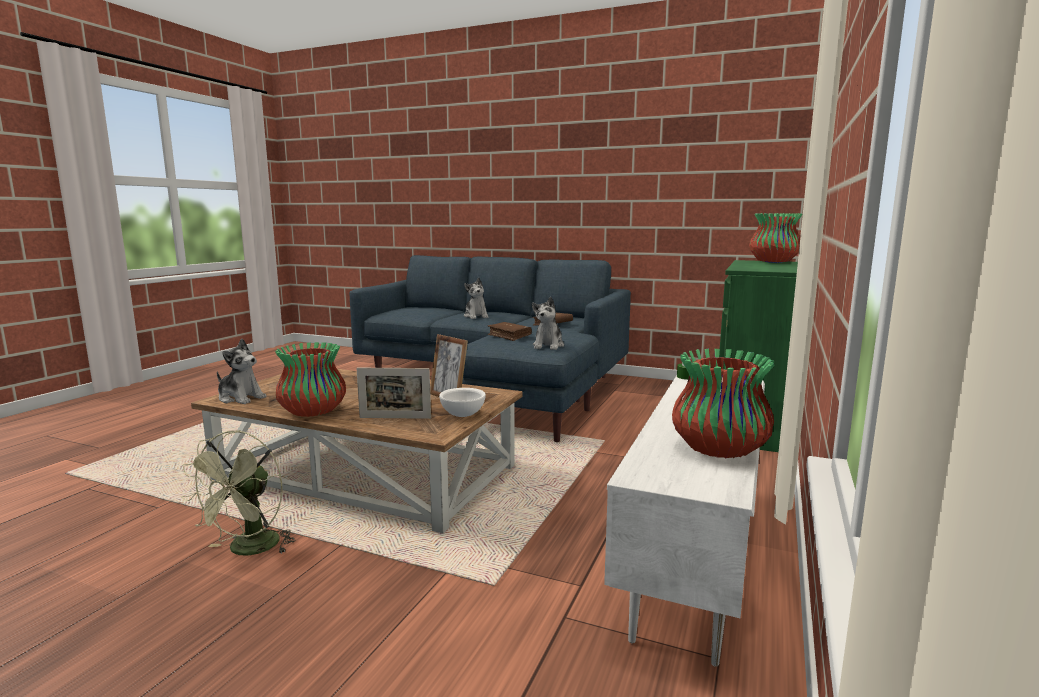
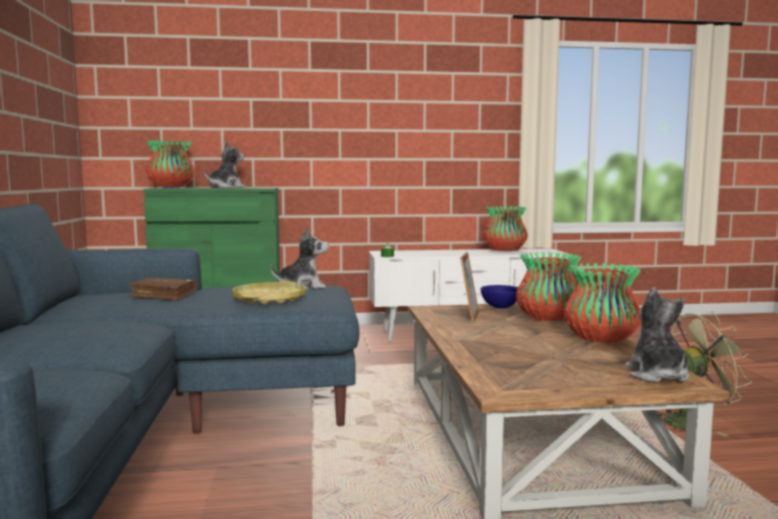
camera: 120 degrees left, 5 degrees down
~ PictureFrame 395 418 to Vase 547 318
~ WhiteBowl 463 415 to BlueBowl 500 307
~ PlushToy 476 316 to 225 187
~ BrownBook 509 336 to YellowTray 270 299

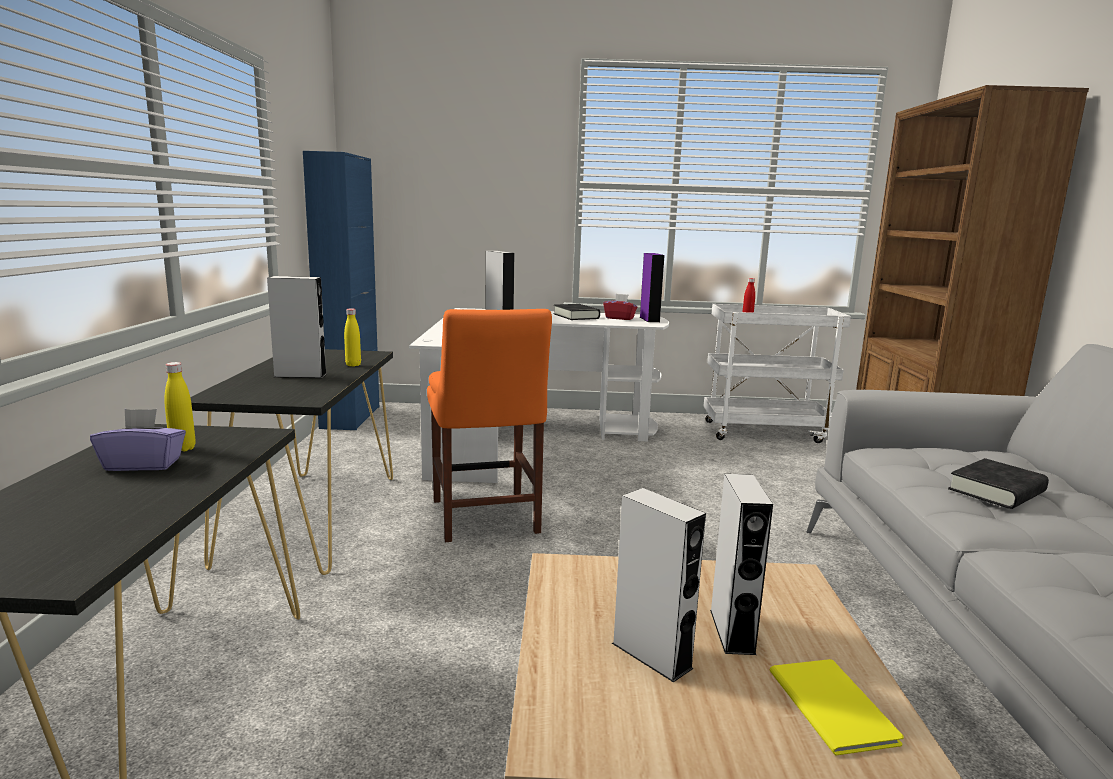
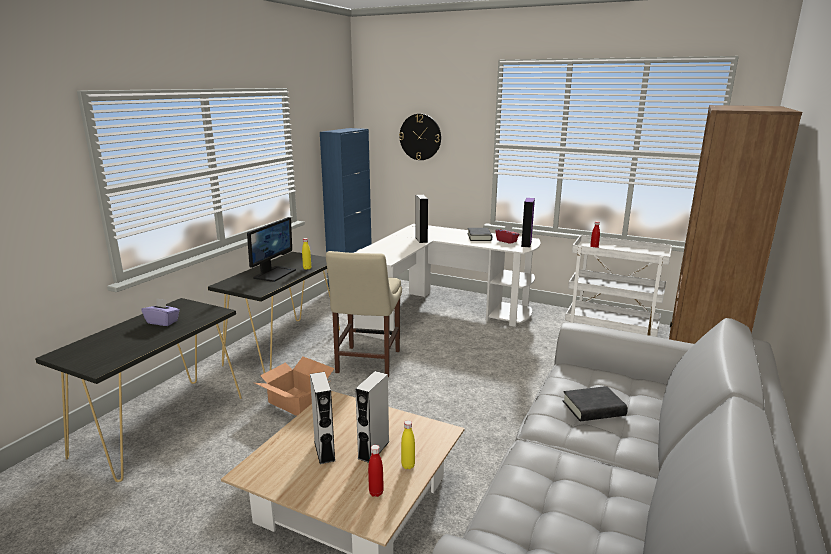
camera: 25 degrees right, 5 degrees up
~ YellowBottle 183 448 to 408 465
~ GreySpeaker 300 375 to Monitor 274 273
~ OrangeChair 485 519 to BeigeChair 367 363
~ YellowBook 833 704 to RedBottle 376 492
+ CardboardBox 297 401
+ WallClock 420 137

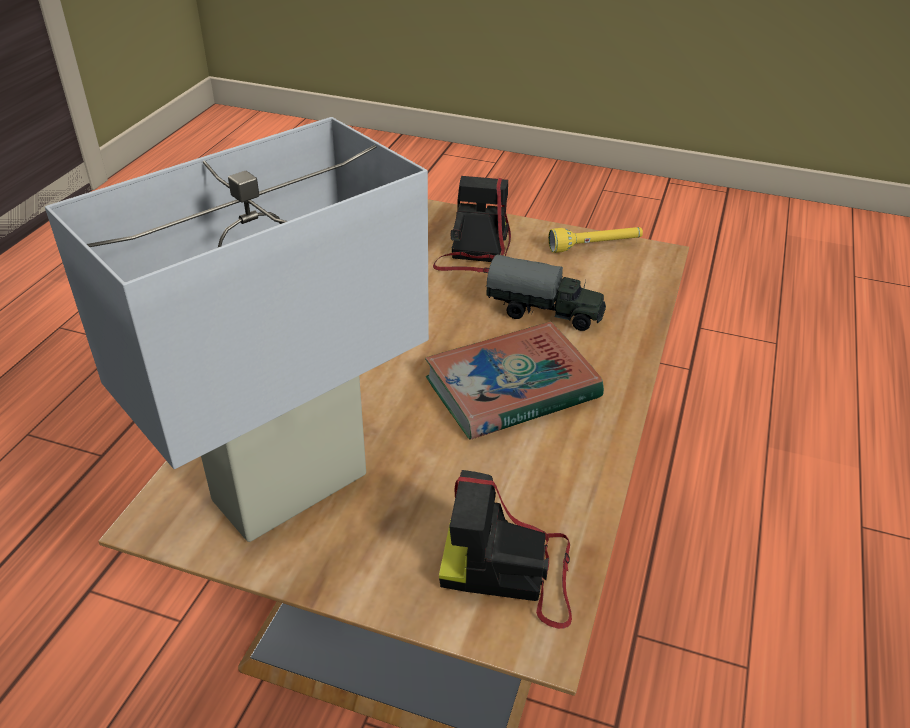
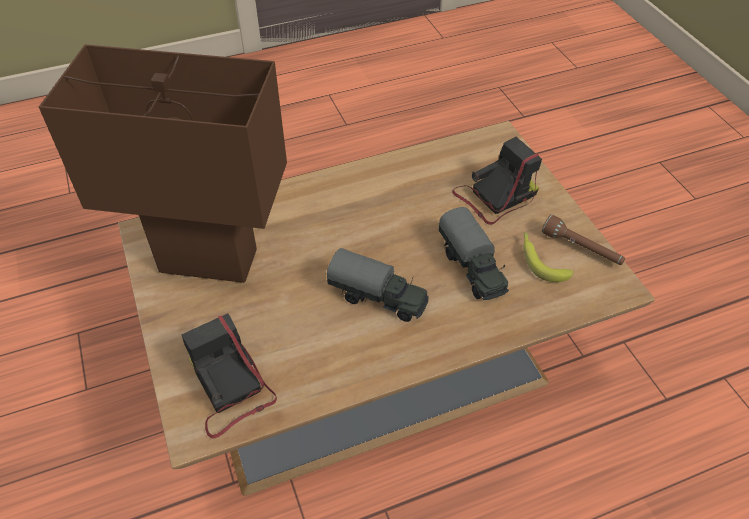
camera: 50 degrees right, 10 degrees up
~ WhiteTableLamp 290 487 to BrownTableLamp 208 261
~ Book 512 388 to ToyTruck 379 298
~ YellowFlashlight 595 246 to BrownFlashlight 581 249
+ Banana 541 260

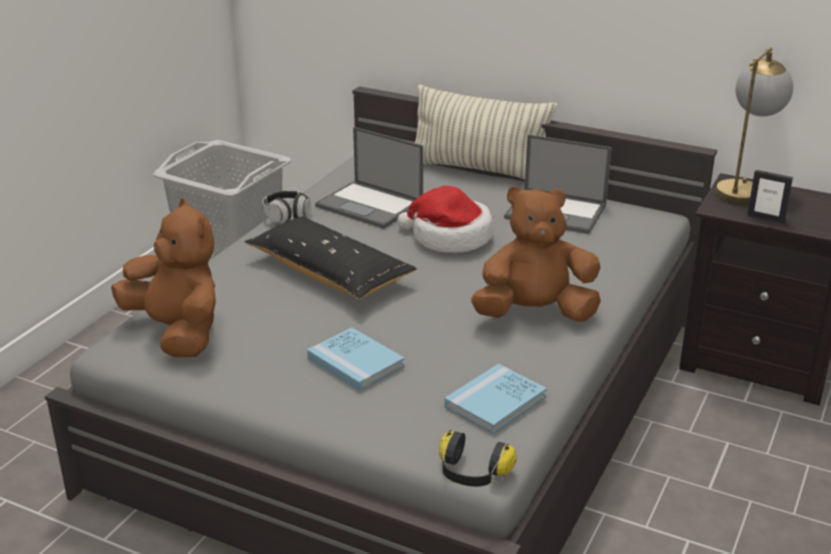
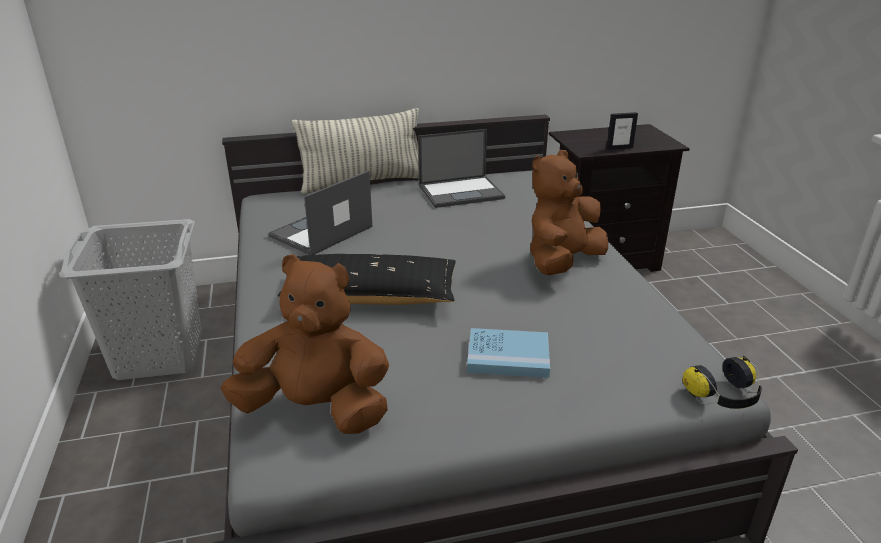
camera: 40 degrees left, 0 degrees up
- Headphones 287 215
~ Laptop 371 205 = 321 232 135 degrees clockwise
- Hat 449 237
- BlueBook 495 402
- TableLamp 743 189

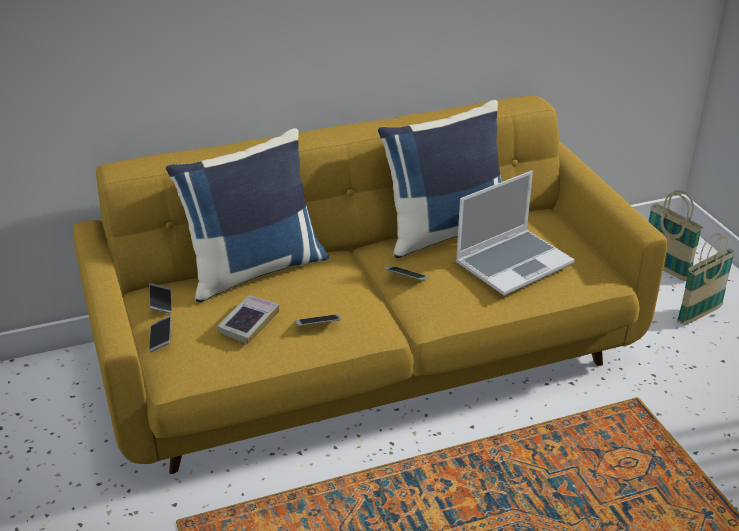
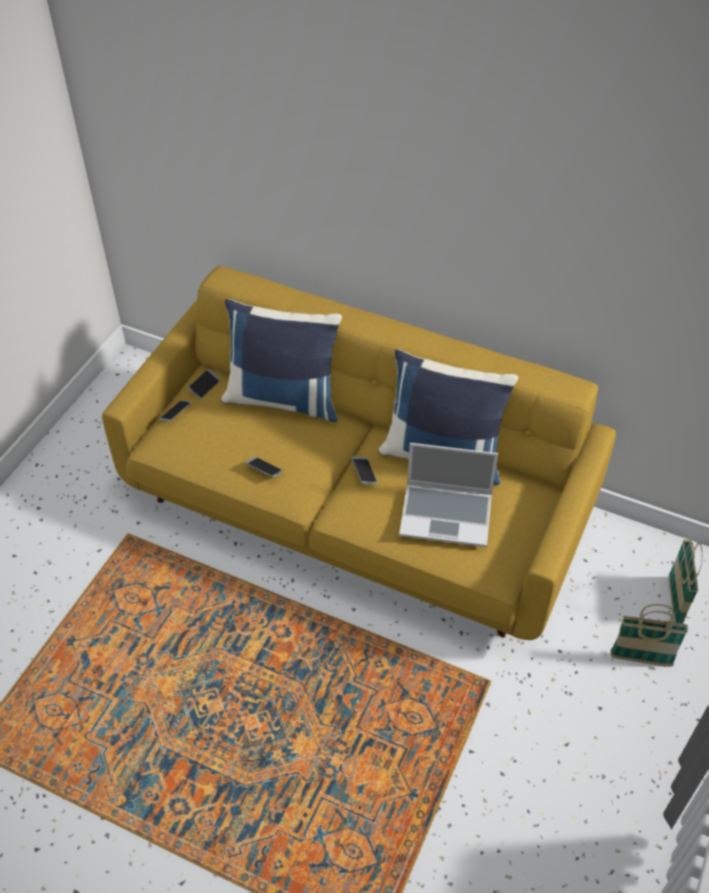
camera: 45 degrees right, 15 degrees up
- Book 248 323

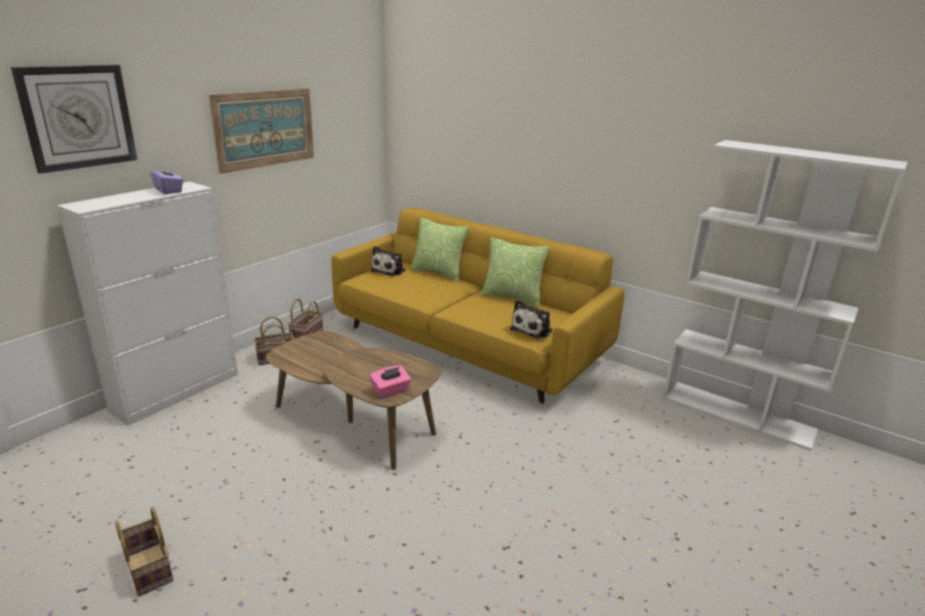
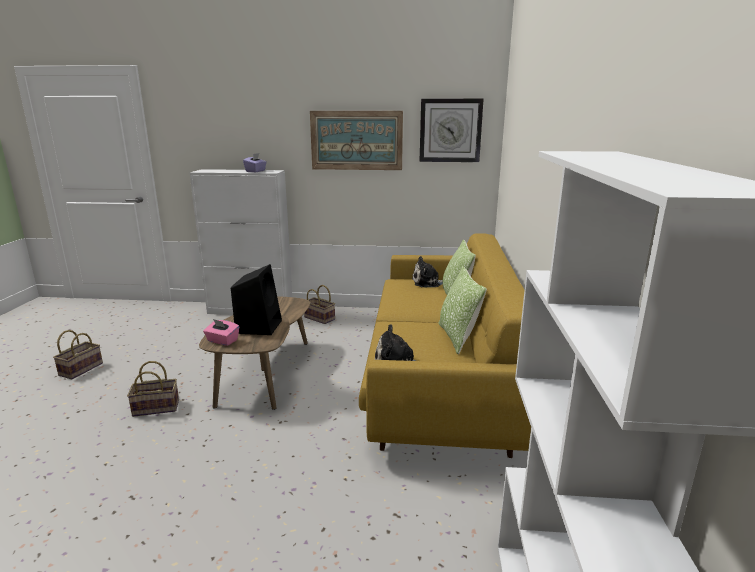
camera: 60 degrees right, 5 degrees down
~ WallClock 78 117 to 450 130
~ Basket 306 335 to 157 407
+ BlackSpeaker 259 326

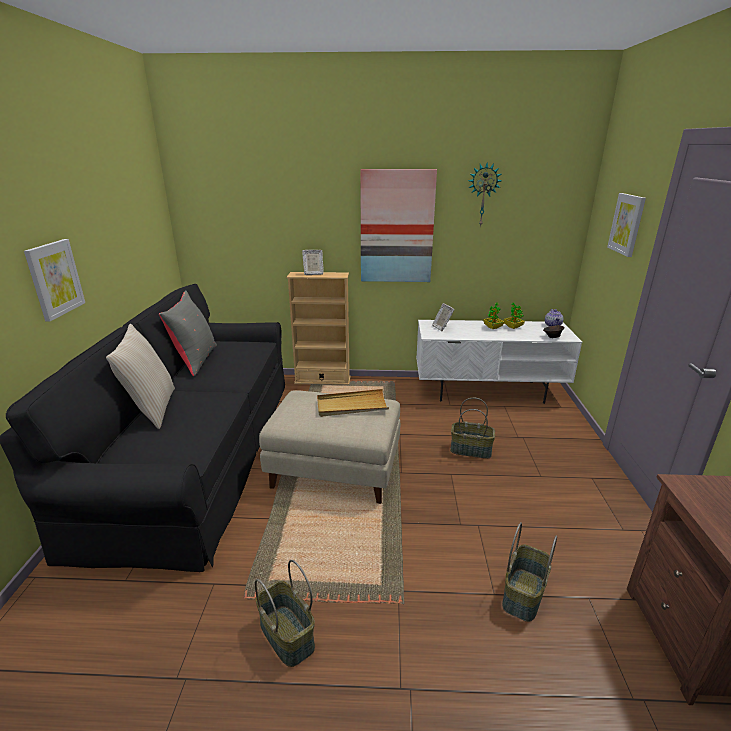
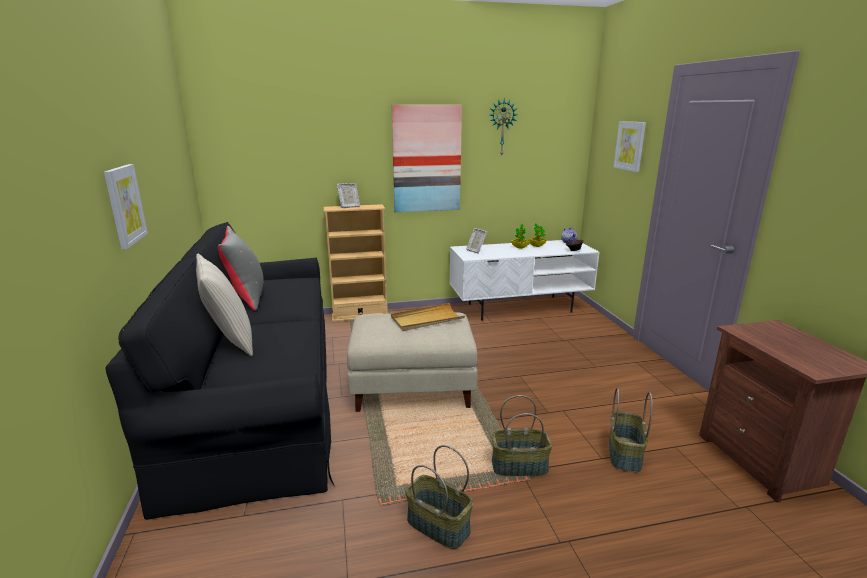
camera: 15 degrees left, 5 degrees down
~ Basket 471 450 to 519 466

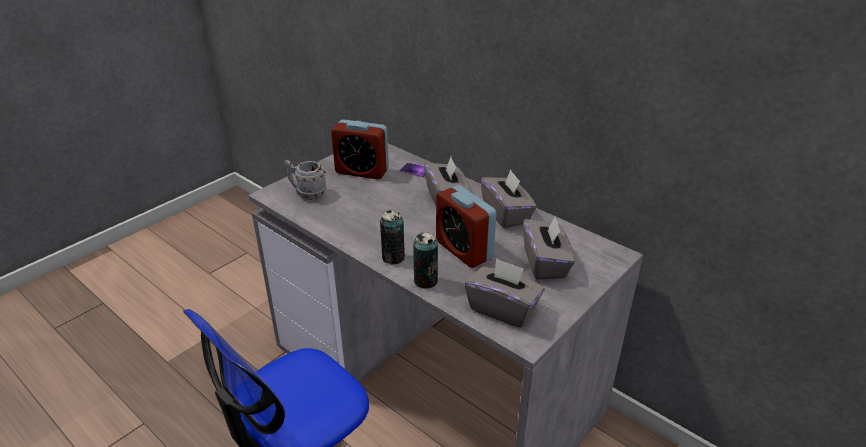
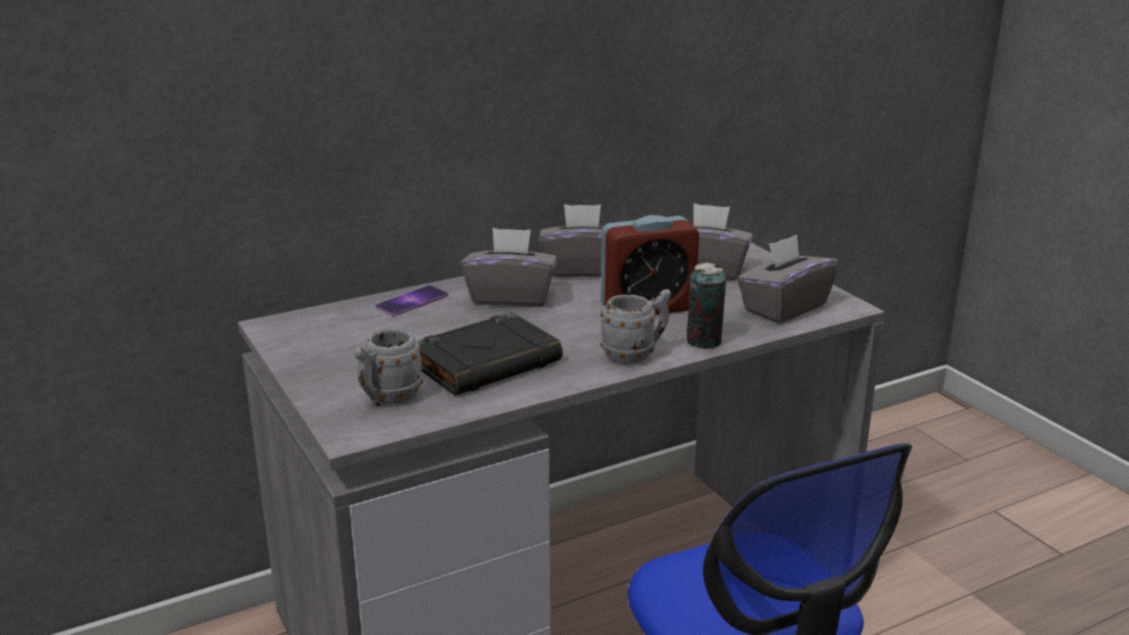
camera: 70 degrees left, 10 degrees down
- AlarmClock 362 171
~ Can 393 258 to GreyMug 636 354
+ BlackBook 487 362

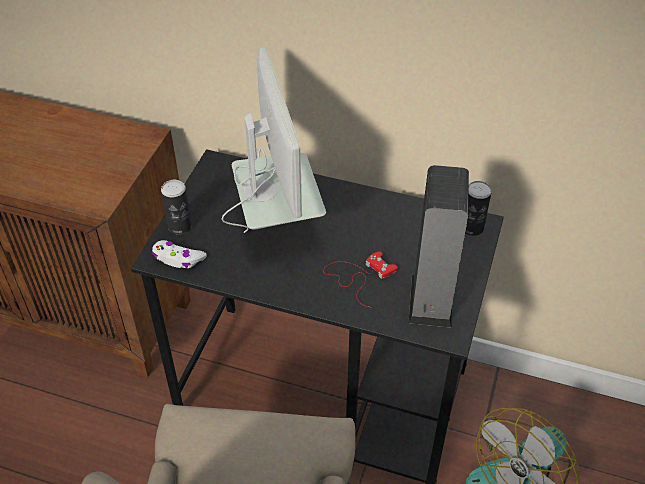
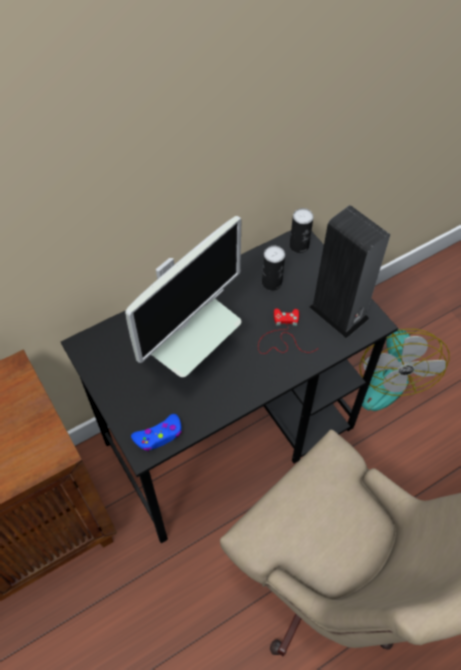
camera: 50 degrees left, 10 degrees up
~ WhiteGameController 178 258 to BlueGameController 159 436
~ Can 180 226 to 271 283
~ Monitor 275 225 = 187 351 105 degrees clockwise

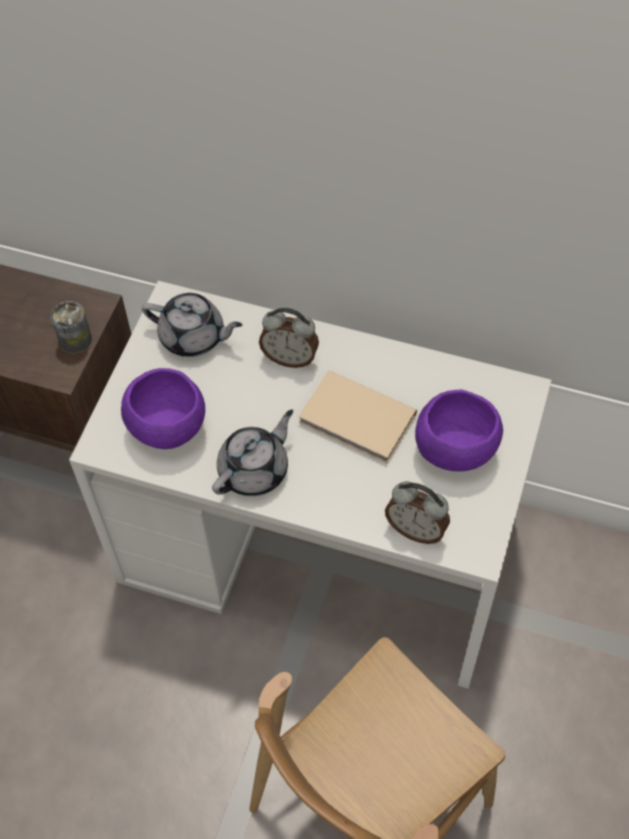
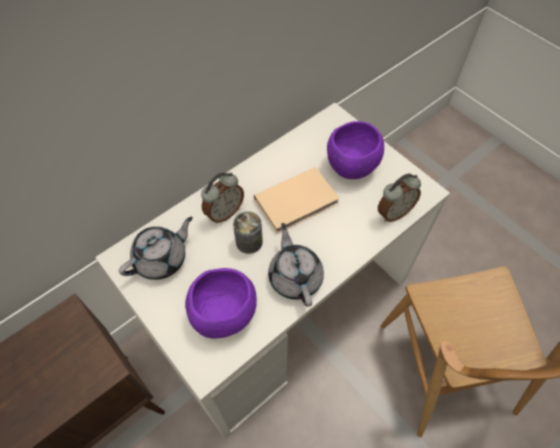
camera: 60 degrees left, 0 degrees up
~ Can 75 340 to 249 242

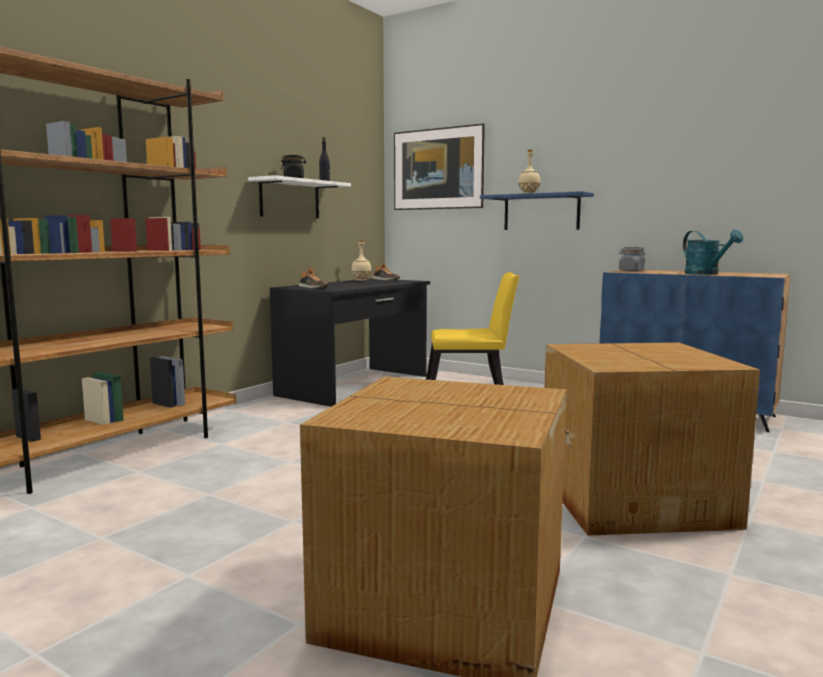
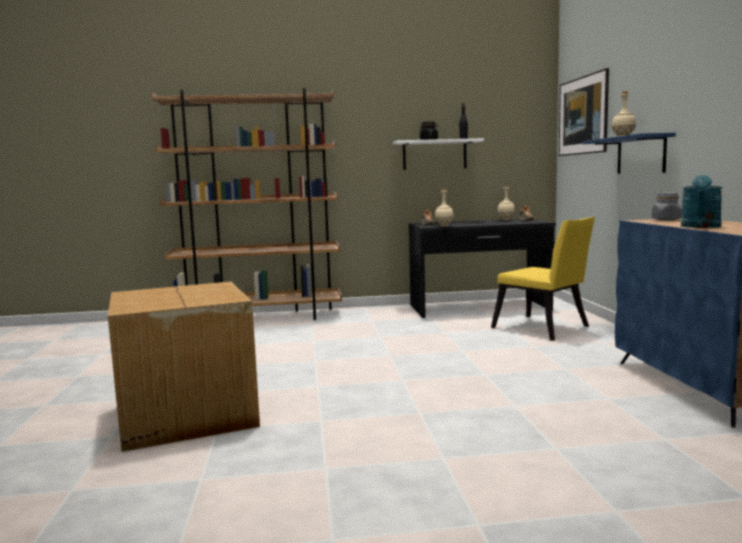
camera: 50 degrees right, 0 degrees up
- CardboardBox 635 498
+ BeigeBottle 444 226

